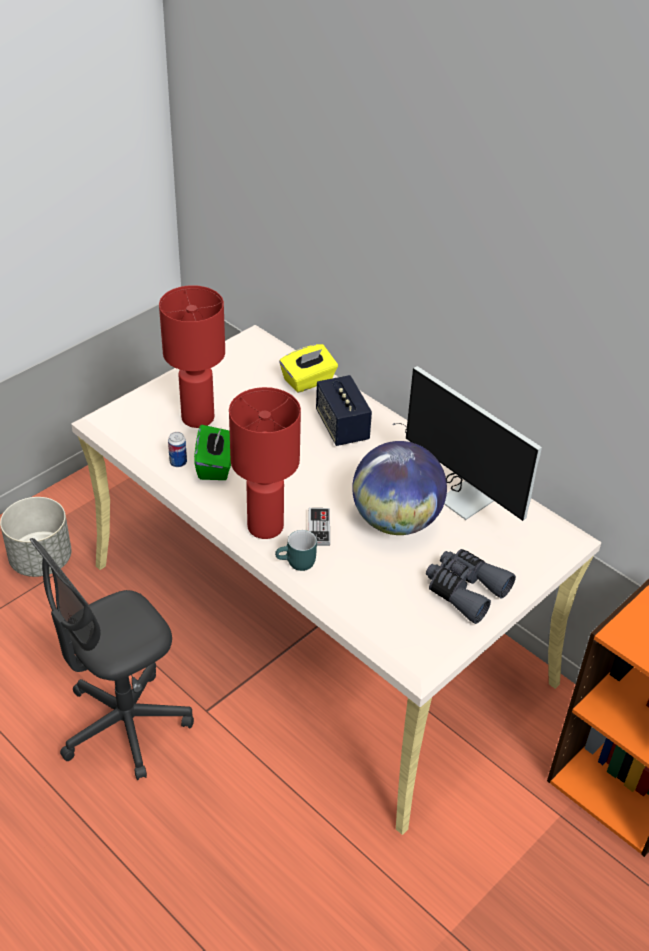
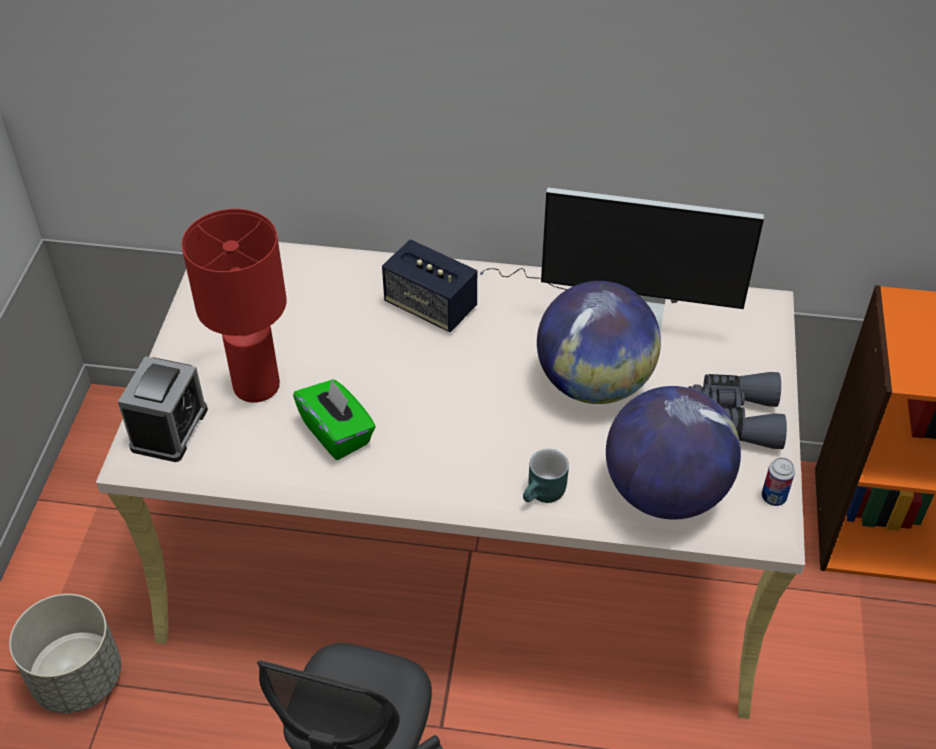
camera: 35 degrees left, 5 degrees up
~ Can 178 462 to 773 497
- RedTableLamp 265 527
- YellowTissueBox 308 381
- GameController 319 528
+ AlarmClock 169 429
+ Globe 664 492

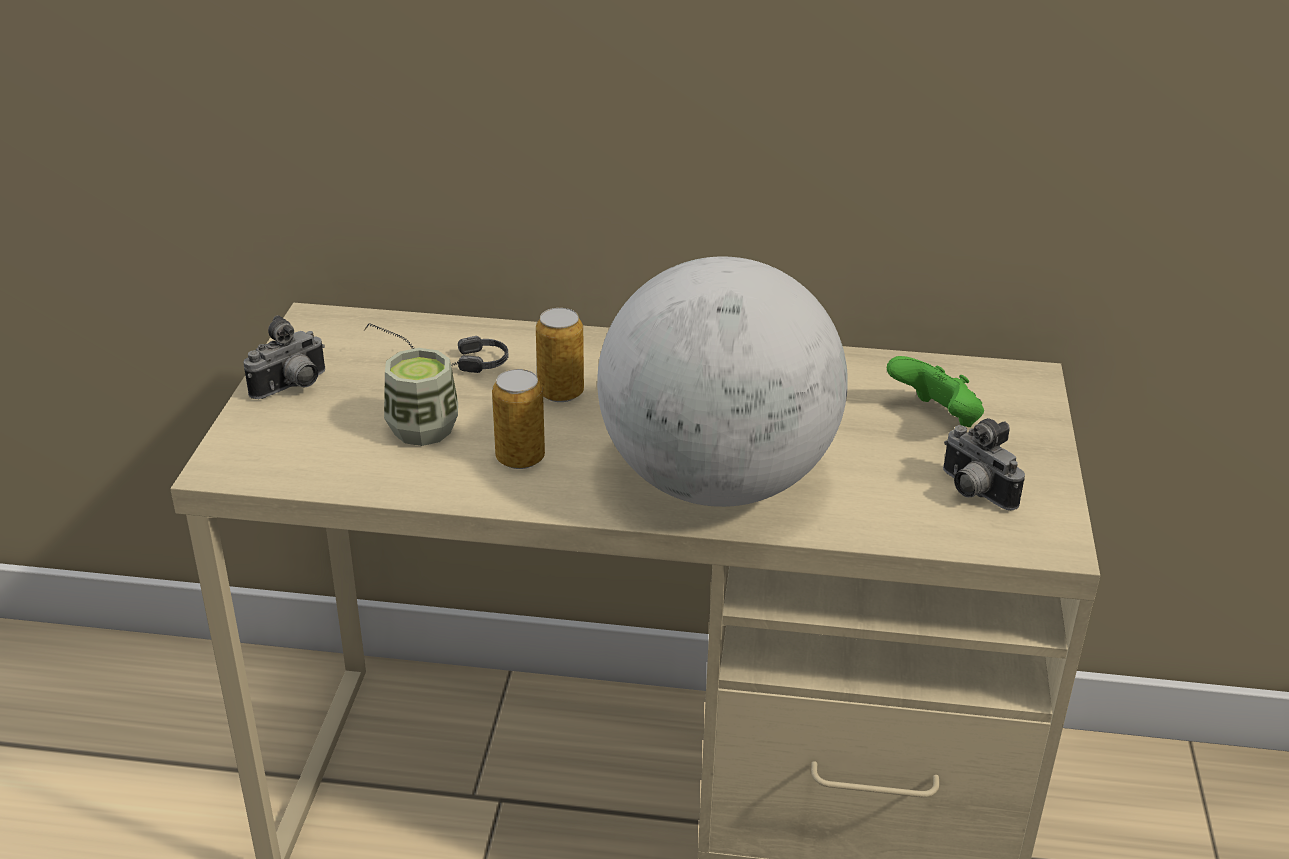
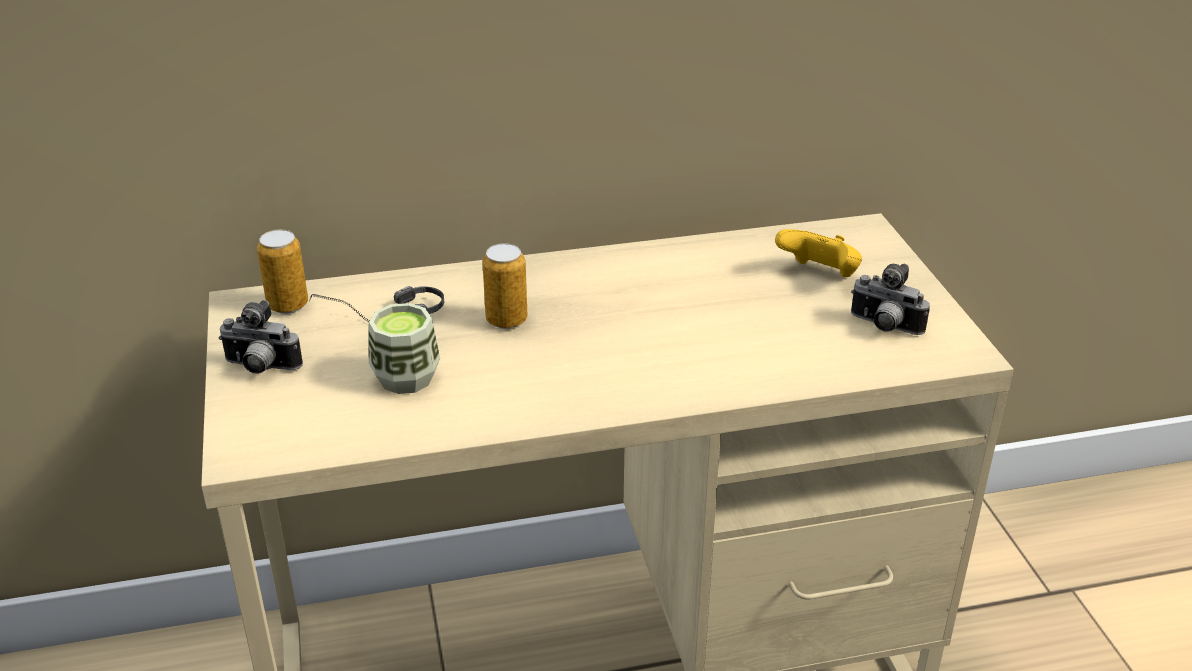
camera: 20 degrees left, 0 degrees up
~ PhotoCamera 292 388 = 260 368 75 degrees clockwise
~ Can 520 458 to 288 305
- Globe 717 481
~ GreenGameController 936 418 to YellowGameController 819 275

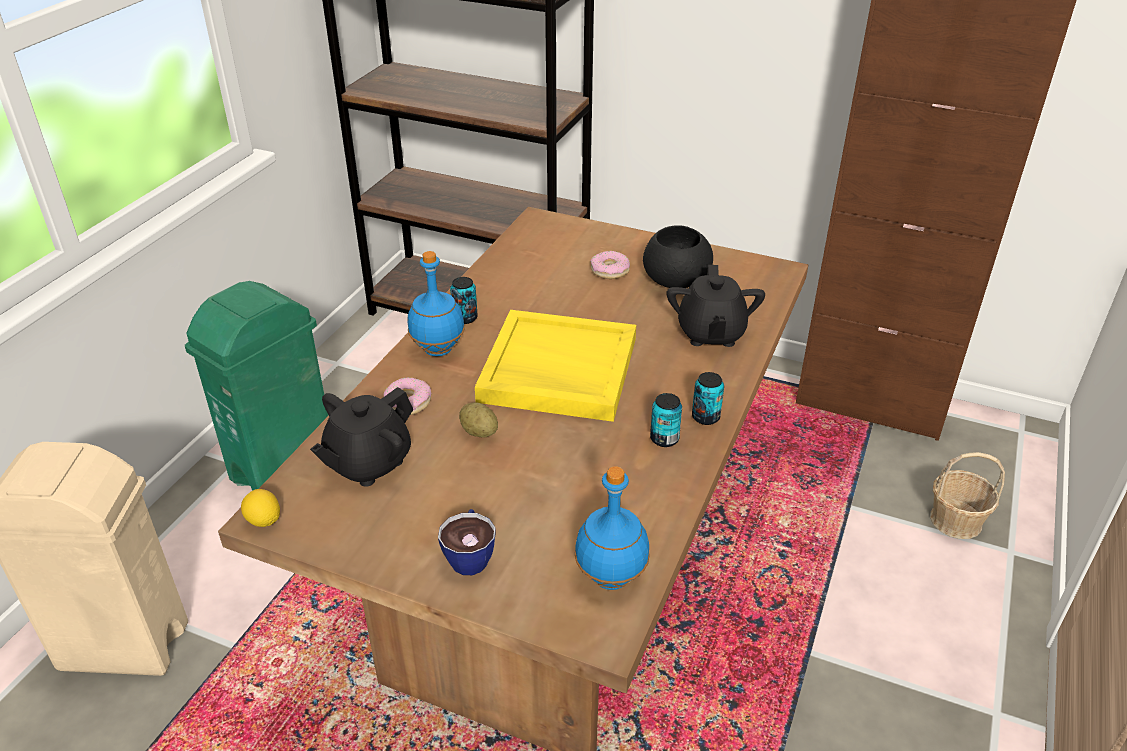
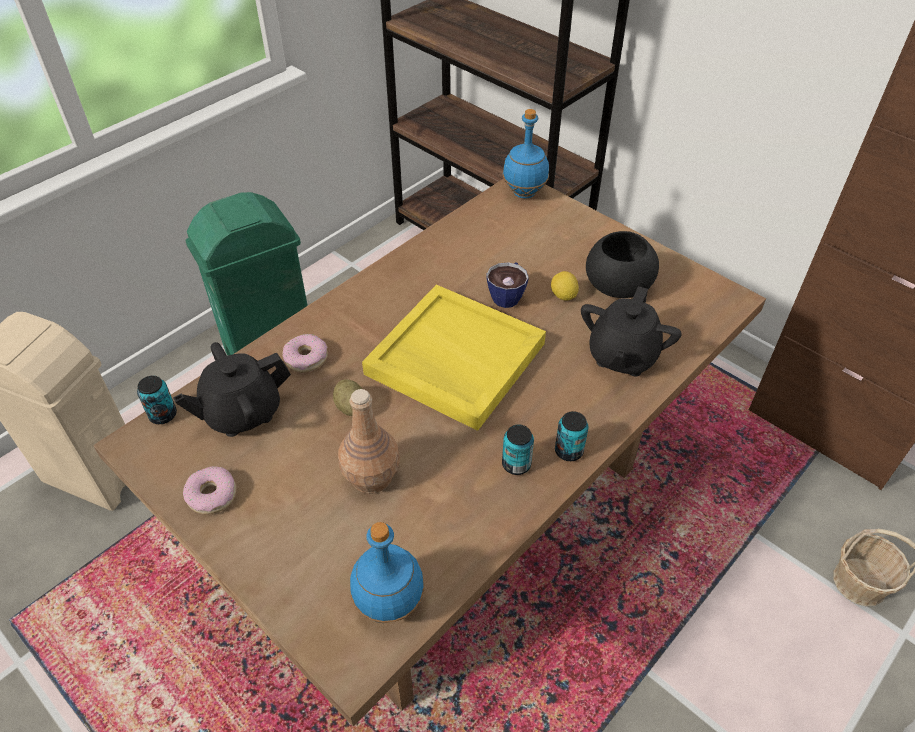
camera: 20 degrees right, 10 degrees up
~ Lemon 264 521 to 563 296
~ BlueBottle 438 349 to 524 193
~ Cup 470 555 to 508 295
~ Can 465 318 to 163 415
~ Donut 610 270 to 212 495
+ BrownBottle 370 477

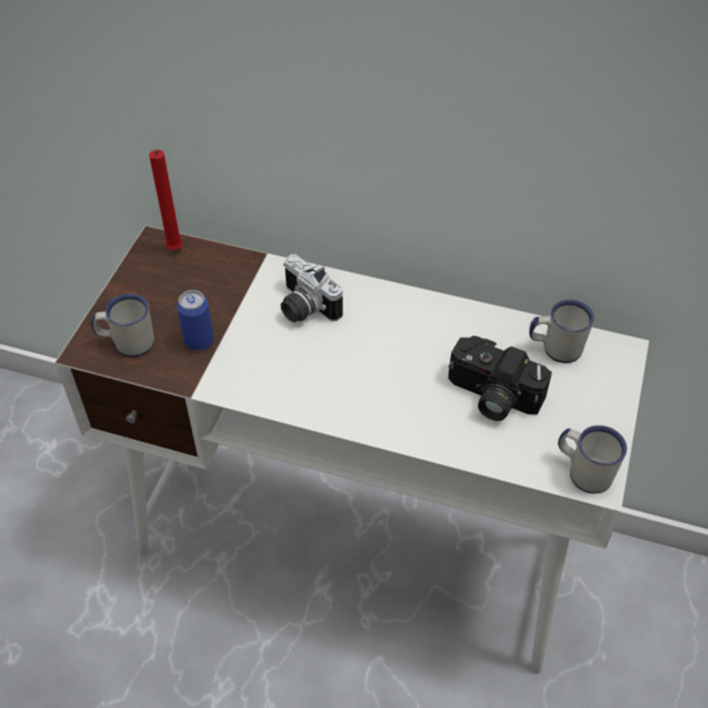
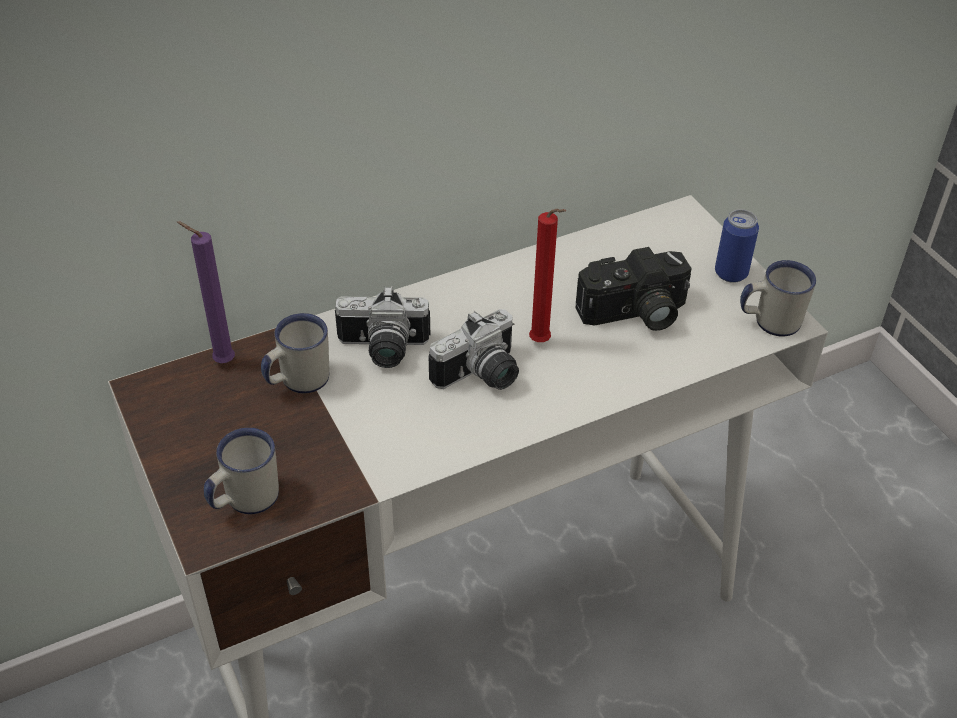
camera: 45 degrees left, 5 degrees down
~ RedCandle 174 251 to 542 343
~ Can 199 341 to 731 273
~ WhiteMug 555 348 to 297 381
+ PurpleCandle 221 361
+ PhotoCamera 482 376

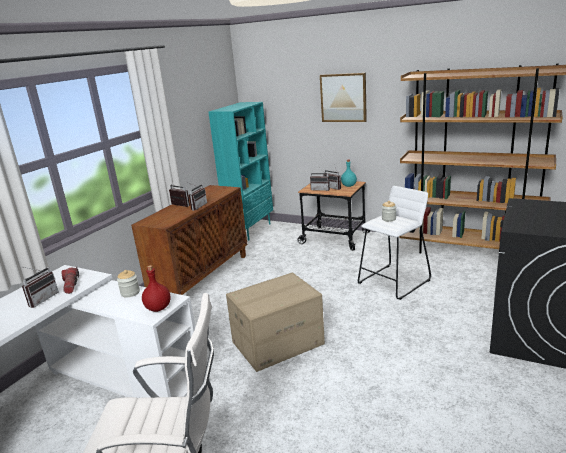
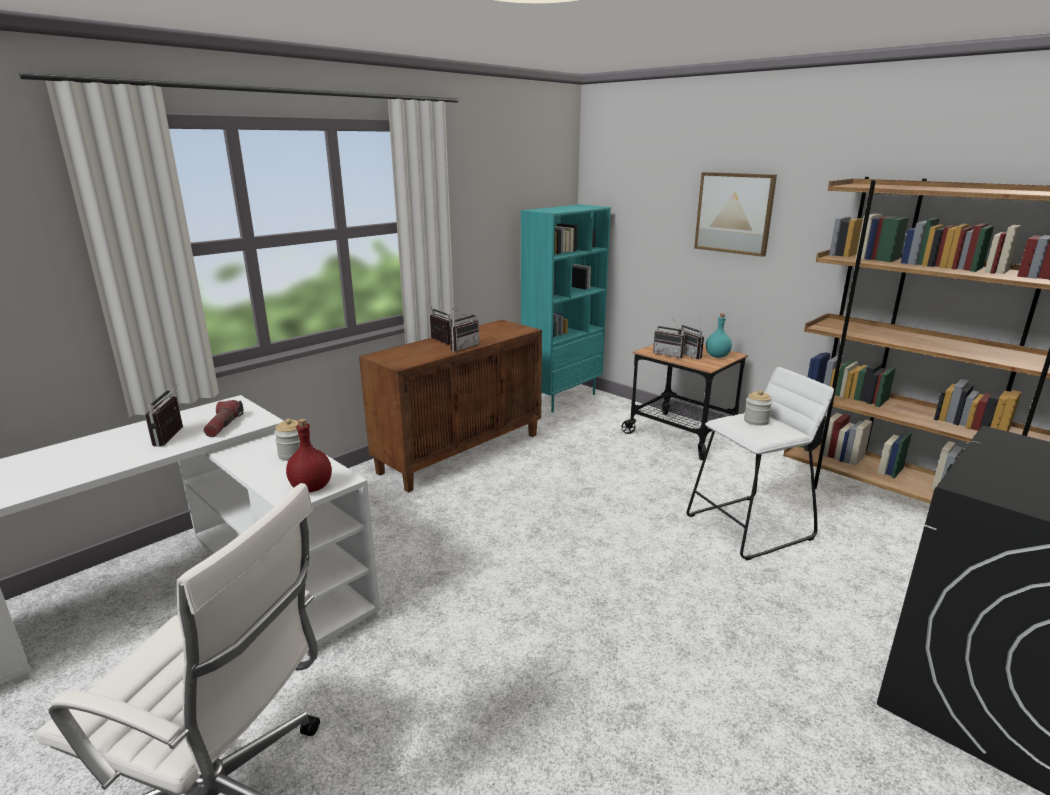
camera: 15 degrees right, 0 degrees up
~ Radio 41 299 = 174 437 135 degrees clockwise
- CardboardBox 277 343

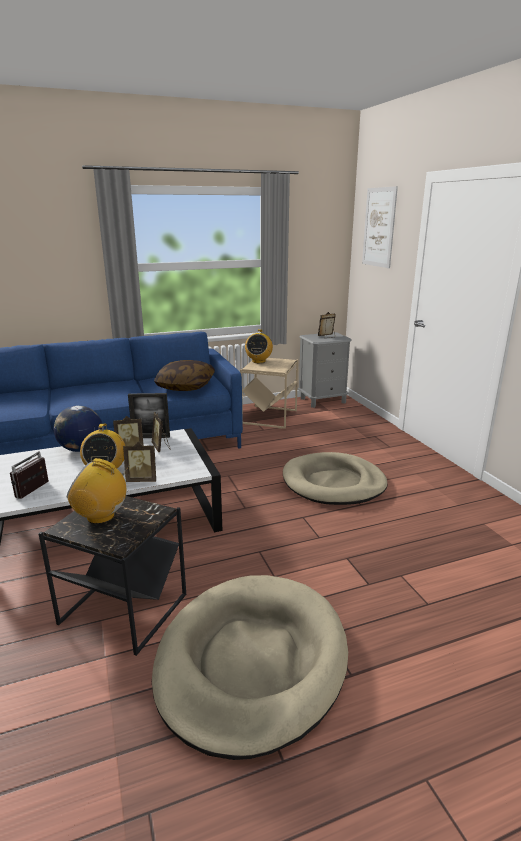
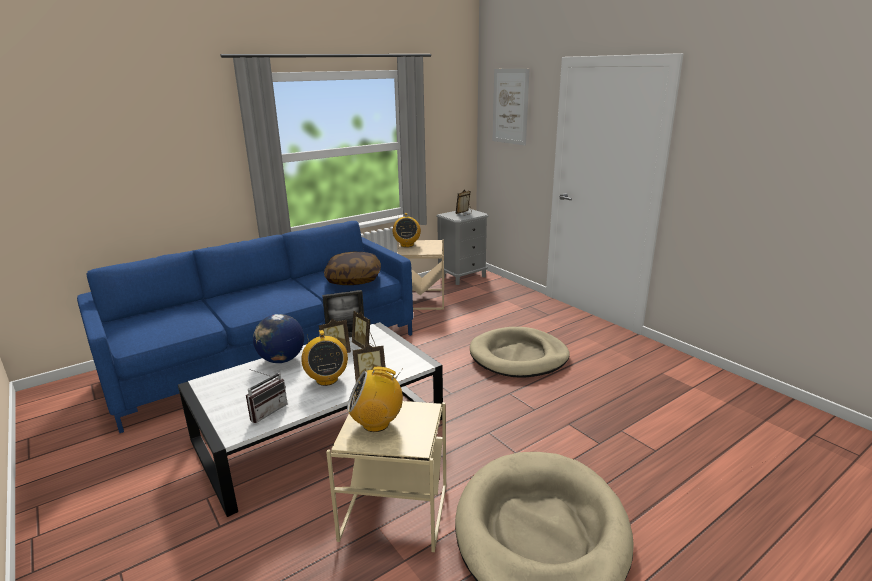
camera: 15 degrees left, 0 degrees up
~ Radio 35 491 = 266 411 150 degrees counterclockwise
~ BlackSideTable 124 610 to BeigeSideTable 395 513

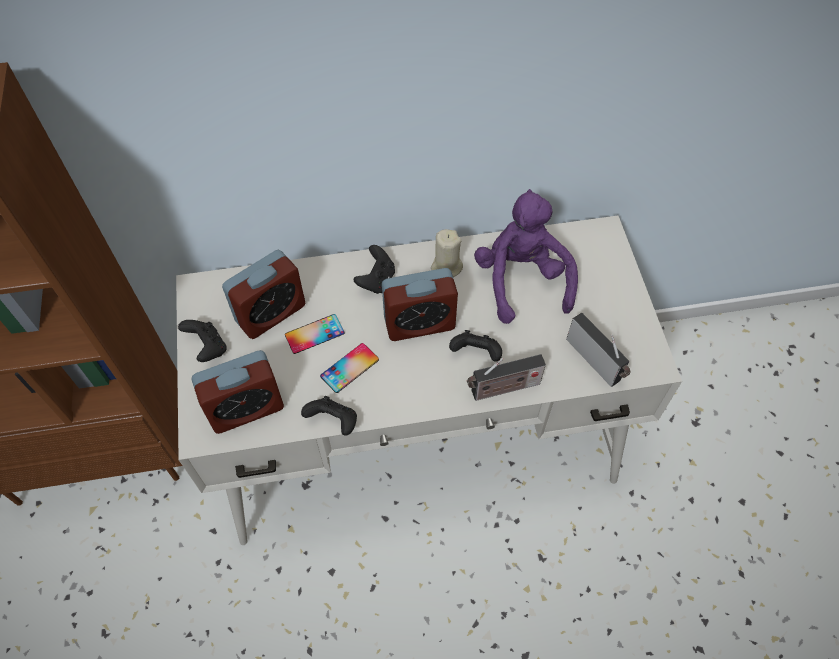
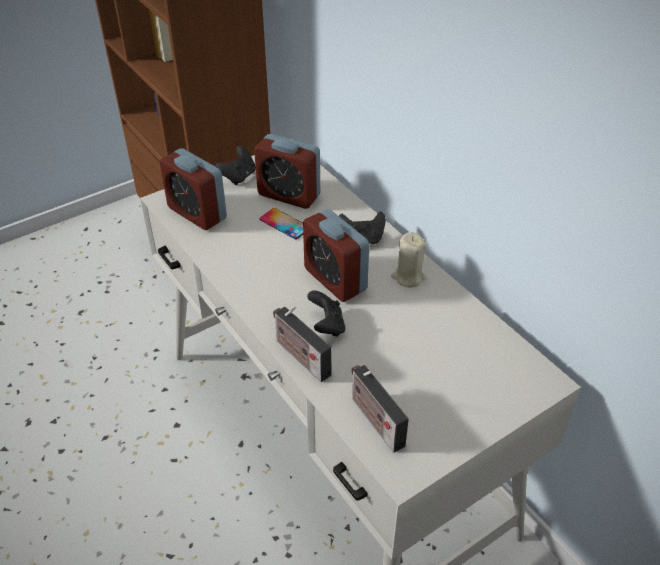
camera: 65 degrees right, 15 degrees down
- BlackGameController 334 422
- Phone 349 368
- PurplePlushToy 521 280
~ Radio 596 361 = 374 419 120 degrees clockwise

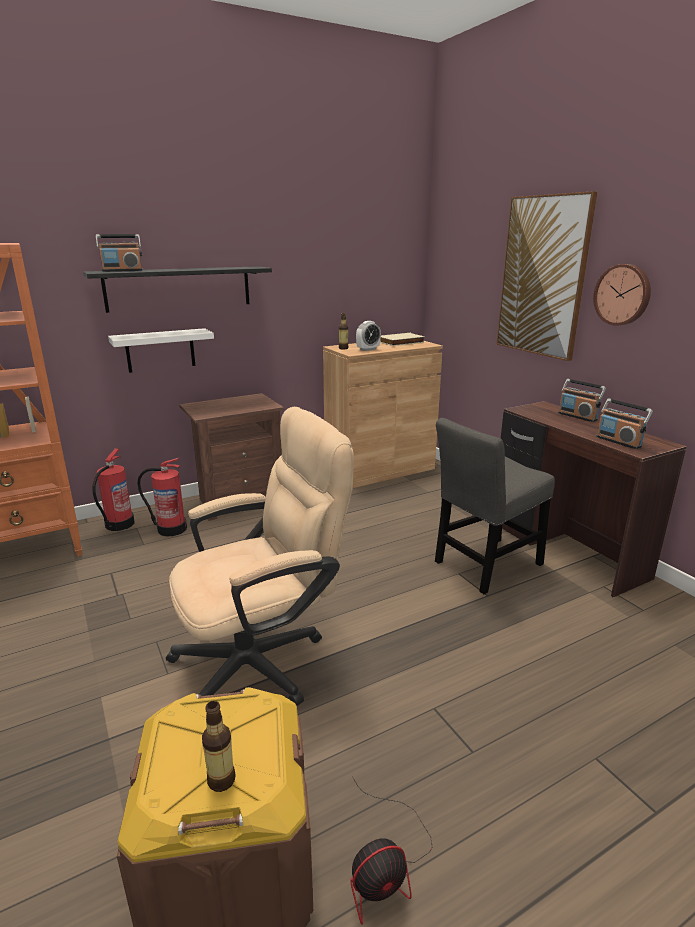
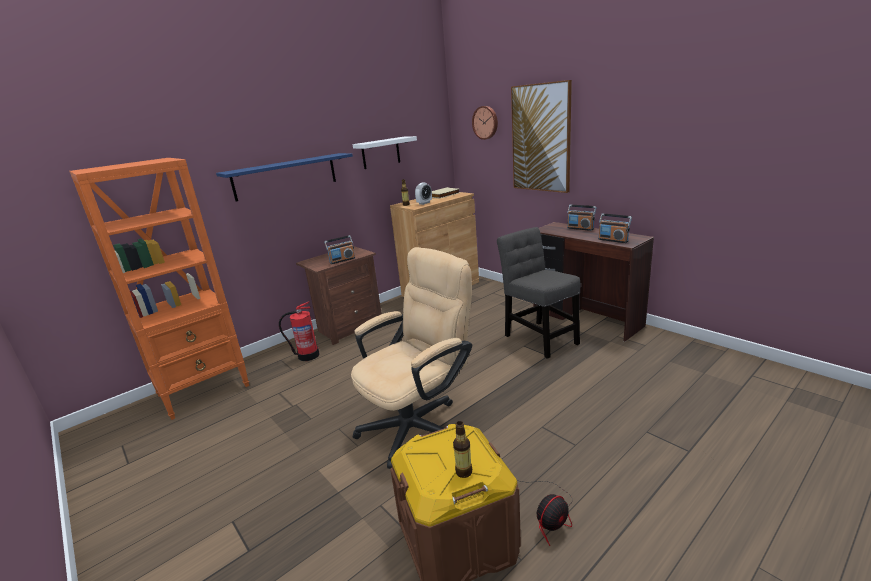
camera: 10 degrees left, 0 degrees up
~ BlackShelf 179 288 to BlueShelf 285 176
- FireExtinguisher 118 524
~ Radio 122 271 to 342 260
~ WhiteShelf 160 350 to 380 153
~ GreyChair 485 565 = 538 338 105 degrees clockwise
~ WallClock 623 294 to 485 122

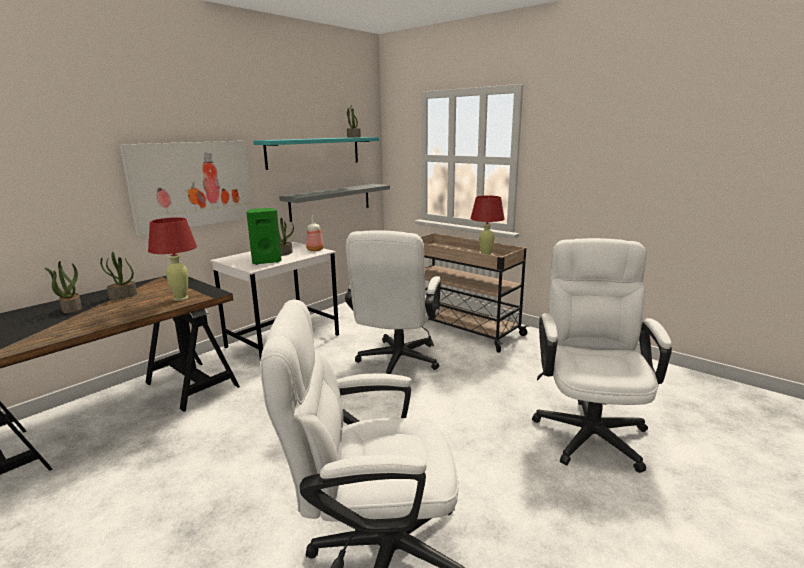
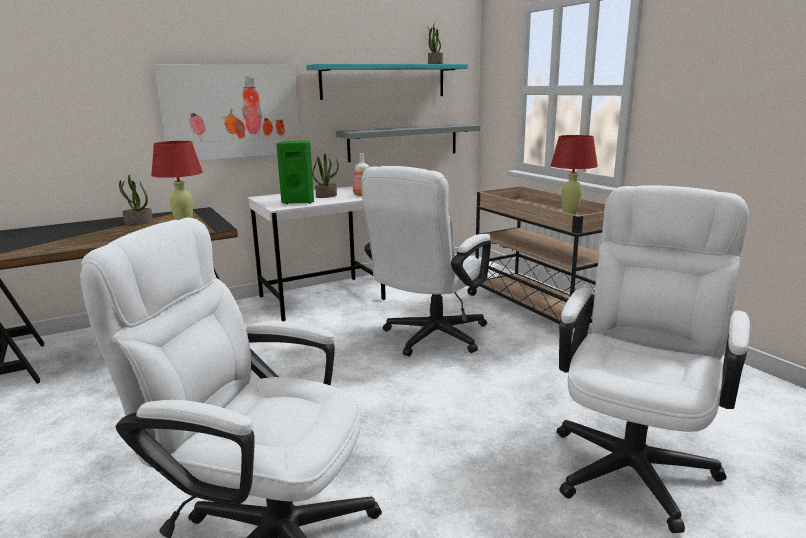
camera: 20 degrees right, 0 degrees up
- PottedPlant 71 309

